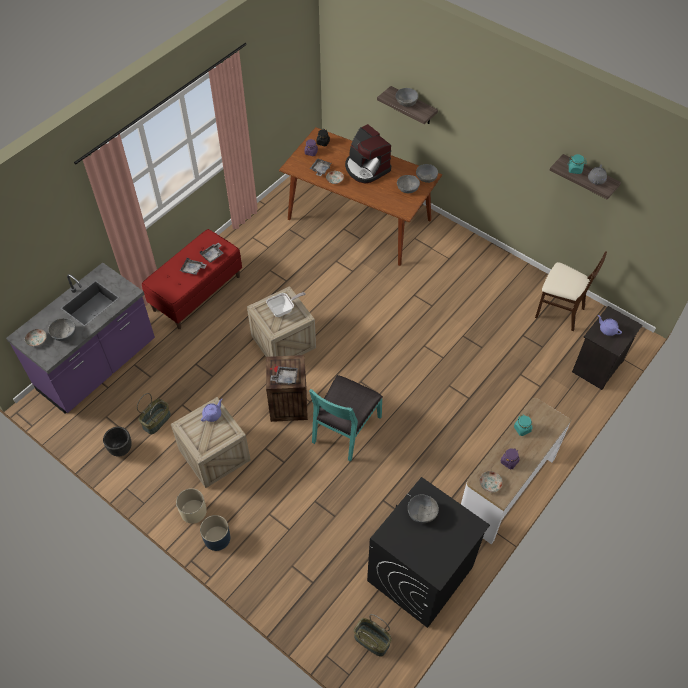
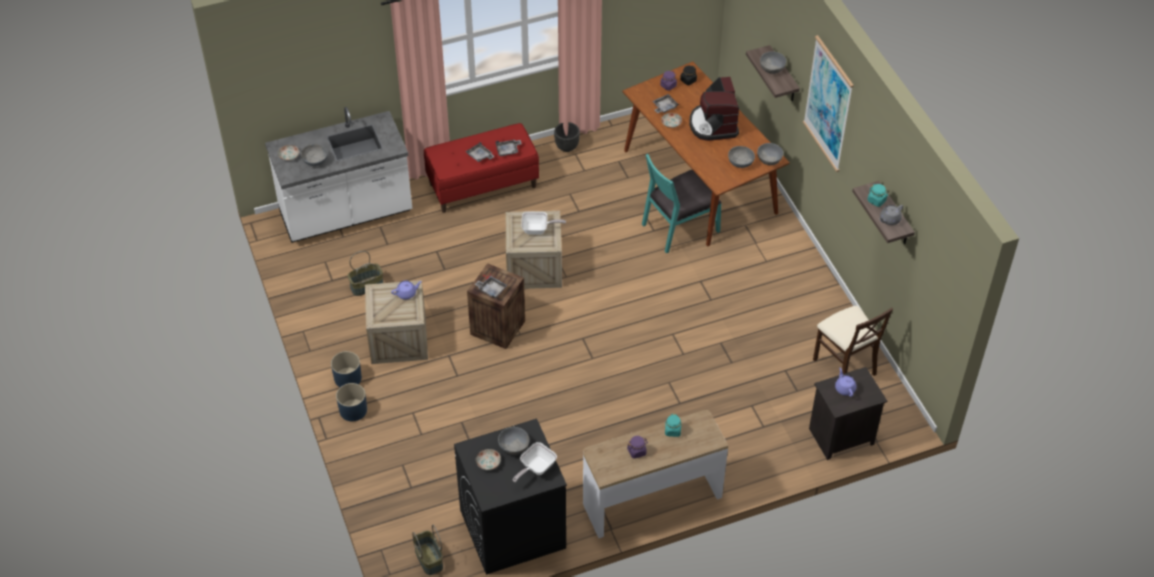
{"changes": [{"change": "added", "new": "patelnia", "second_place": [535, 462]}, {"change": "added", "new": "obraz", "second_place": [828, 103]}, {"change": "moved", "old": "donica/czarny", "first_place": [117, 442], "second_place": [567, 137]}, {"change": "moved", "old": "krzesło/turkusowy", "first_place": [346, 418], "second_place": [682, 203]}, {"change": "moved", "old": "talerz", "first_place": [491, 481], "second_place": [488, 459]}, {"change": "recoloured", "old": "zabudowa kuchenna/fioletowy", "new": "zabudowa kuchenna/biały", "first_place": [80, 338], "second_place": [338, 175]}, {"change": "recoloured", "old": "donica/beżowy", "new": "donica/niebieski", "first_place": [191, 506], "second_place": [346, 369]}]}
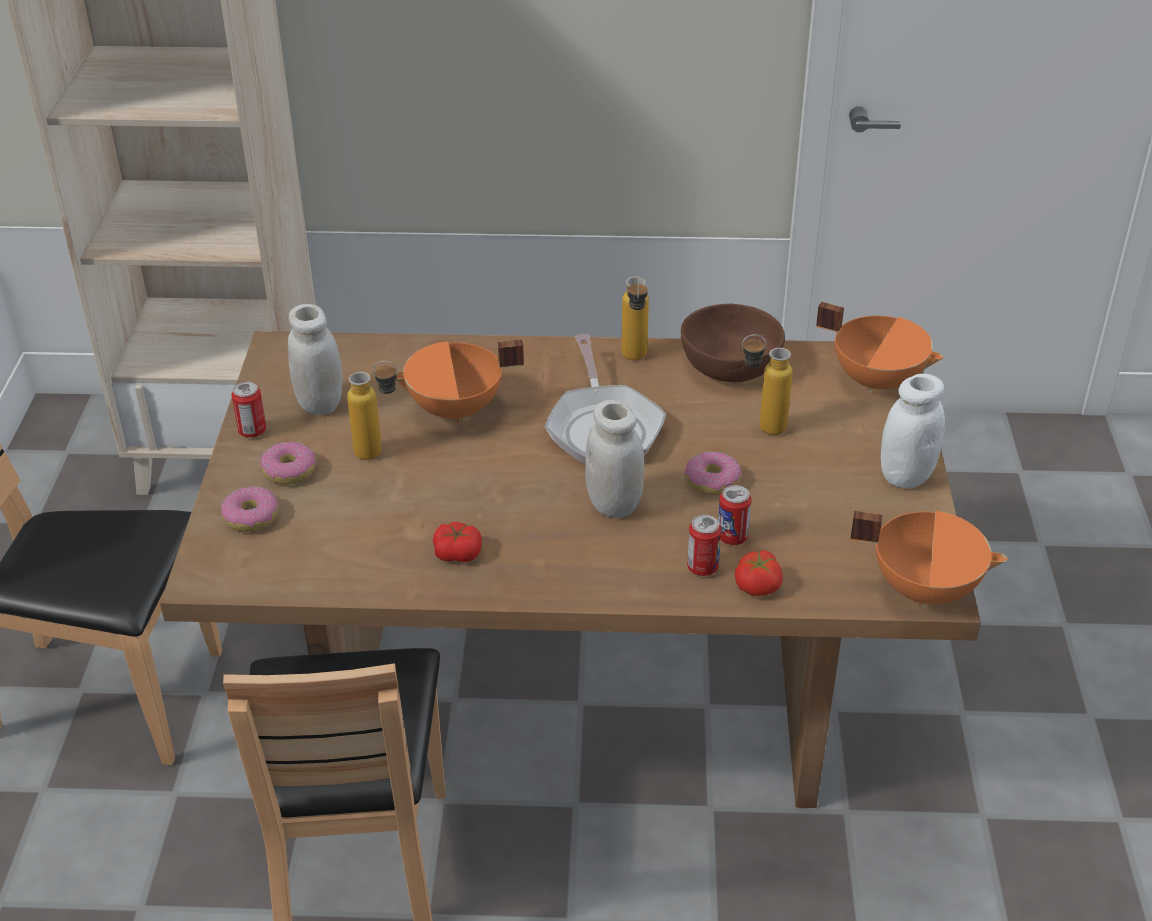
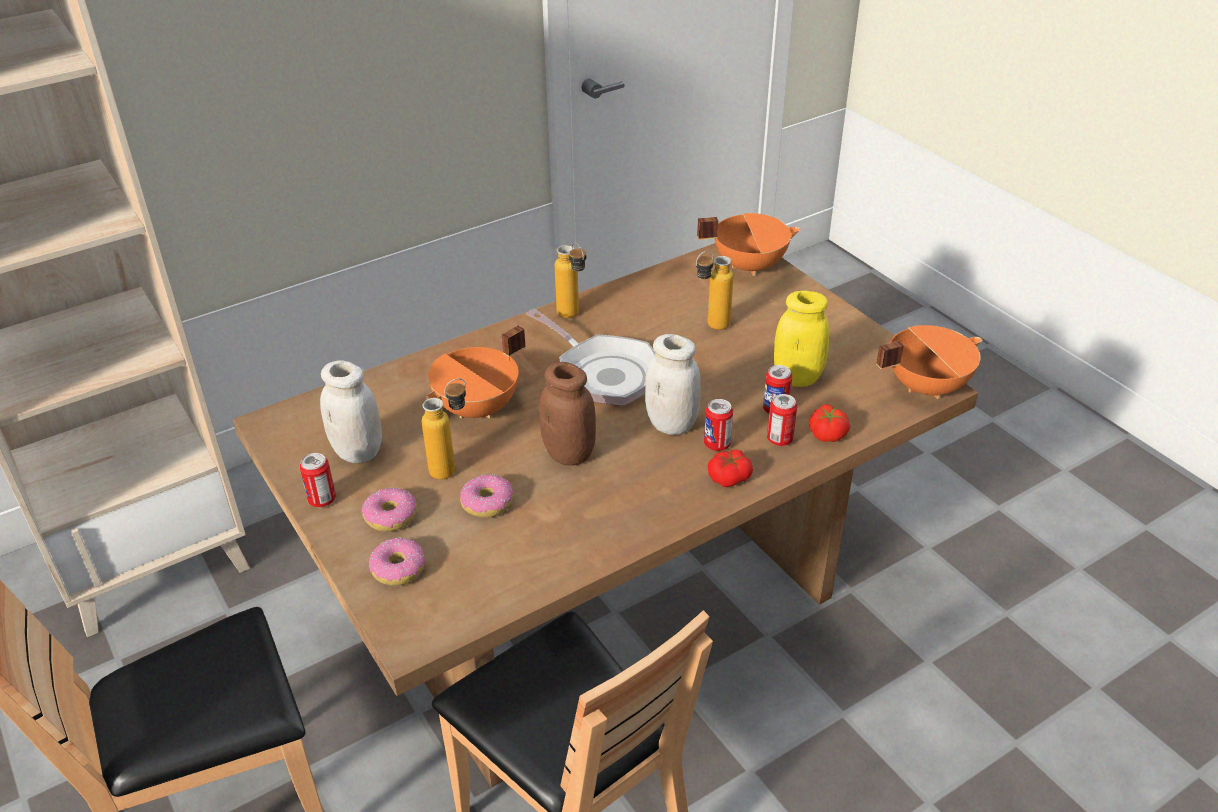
{"changes": [{"change": "removed", "old": "miska/brązowy", "first_place": [733, 343]}, {"change": "removed", "old": "słoik/biały", "first_place": [913, 431]}, {"change": "added", "new": "słoik/brązowy", "second_place": [567, 414]}, {"change": "added", "new": "puszka", "second_place": [718, 425]}, {"change": "added", "new": "słoik/żółty", "second_place": [801, 339]}, {"change": "moved", "old": "pomidor", "first_place": [457, 542], "second_place": [730, 468]}, {"change": "moved", "old": "donut", "first_place": [713, 473], "second_place": [486, 496]}]}
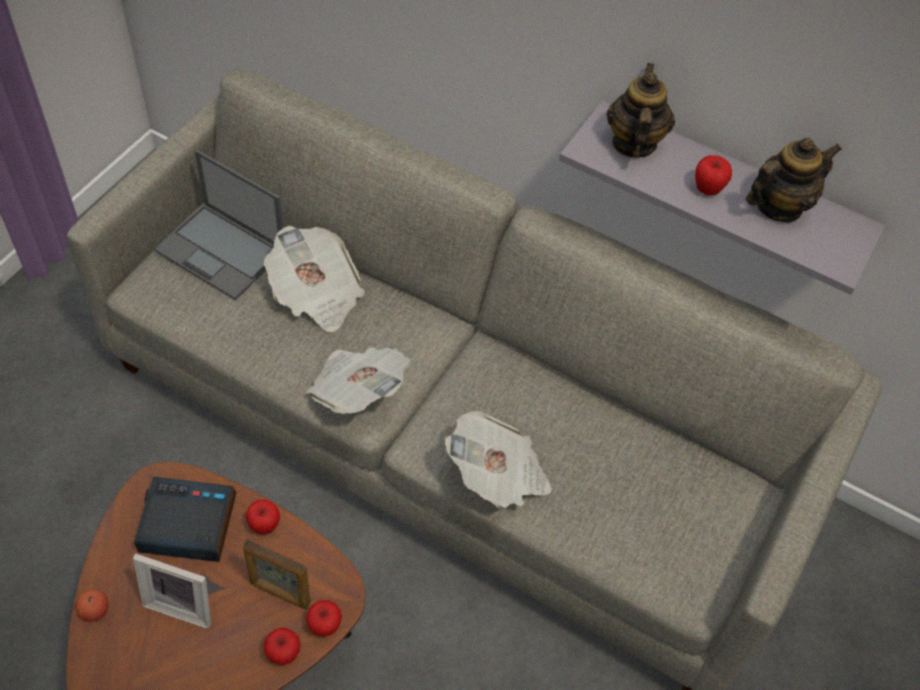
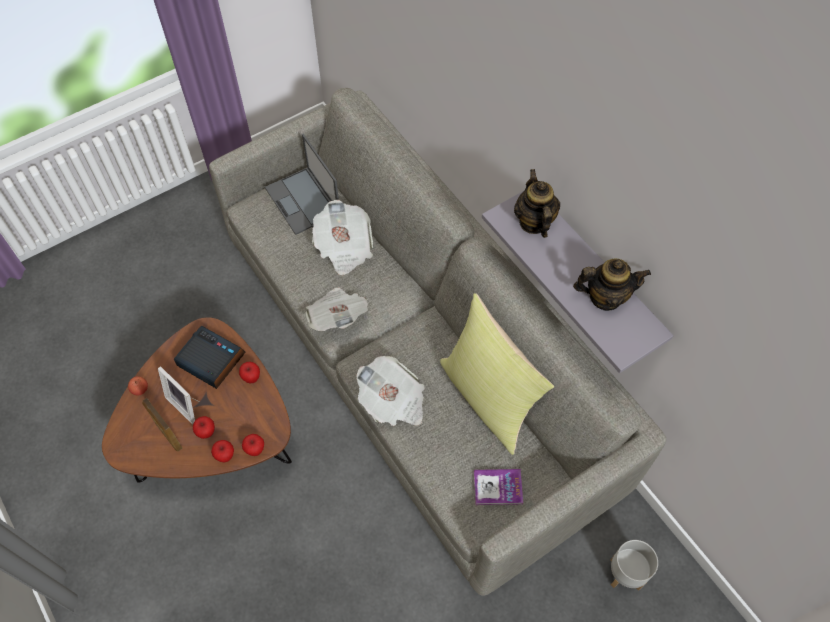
{"changes": [{"change": "added", "new": "poduszka/żółty", "second_place": [497, 374]}, {"change": "added", "new": "książka", "second_place": [498, 487]}, {"change": "added", "new": "donica/szary", "second_place": [634, 565]}, {"change": "moved", "old": "ramka na zdjęcie", "first_place": [277, 574], "second_place": [162, 424]}, {"change": "moved", "old": "jabłko", "first_place": [713, 175], "second_place": [204, 427]}, {"change": "turned", "old": "imbryk", "first_place": [641, 110], "second_place": [537, 203], "degrees": -45}]}
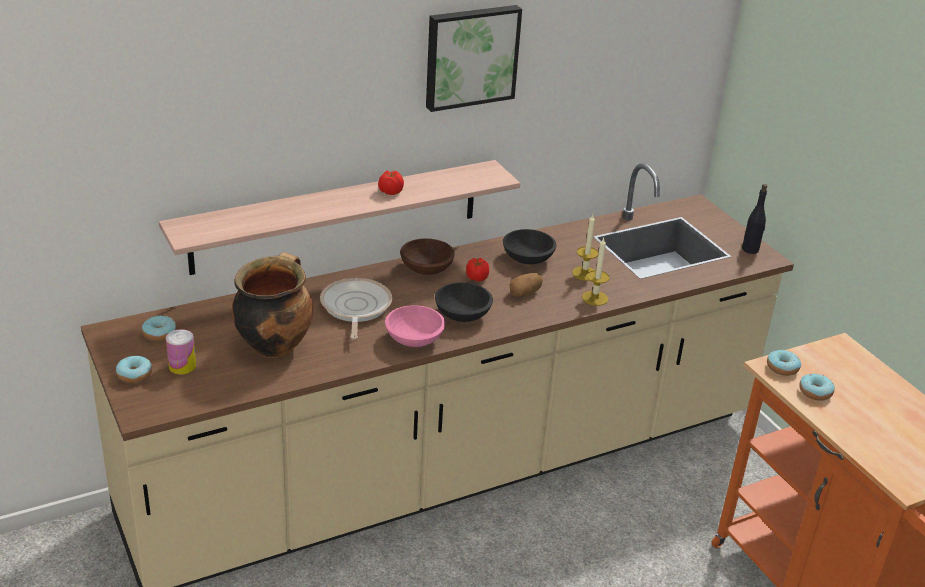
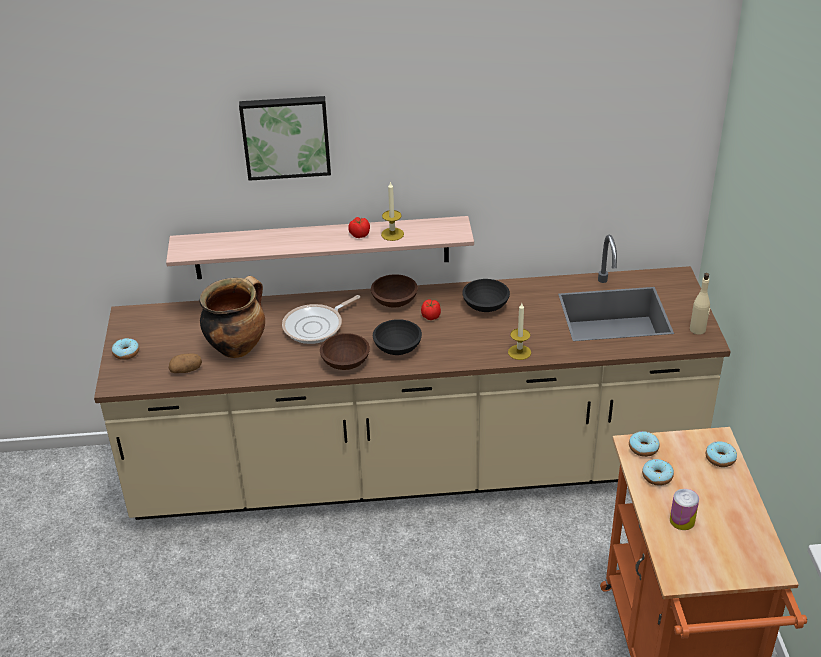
{"changes": [{"change": "moved", "old": "donut", "first_place": [159, 328], "second_place": [721, 454]}, {"change": "moved", "old": "puszka", "first_place": [181, 352], "second_place": [684, 509]}, {"change": "moved", "old": "obraz", "first_place": [474, 58], "second_place": [285, 138]}, {"change": "moved", "old": "ziemniak", "first_place": [526, 285], "second_place": [185, 363]}, {"change": "moved", "old": "świeca", "first_place": [585, 248], "second_place": [392, 211]}, {"change": "recoloured", "old": "miska/różowy", "new": "miska/brązowy", "first_place": [415, 326], "second_place": [345, 351]}, {"change": "recoloured", "old": "butelka/czarny", "new": "butelka/beżowy", "first_place": [754, 219], "second_place": [700, 304]}, {"change": "turned", "old": "patelnia", "first_place": [356, 309], "second_place": [321, 319], "degrees": -150}]}
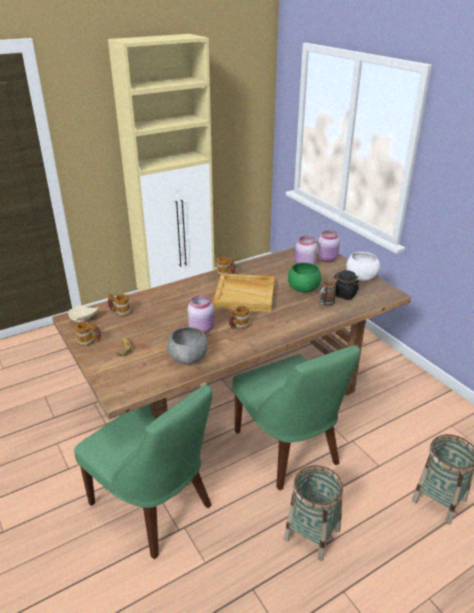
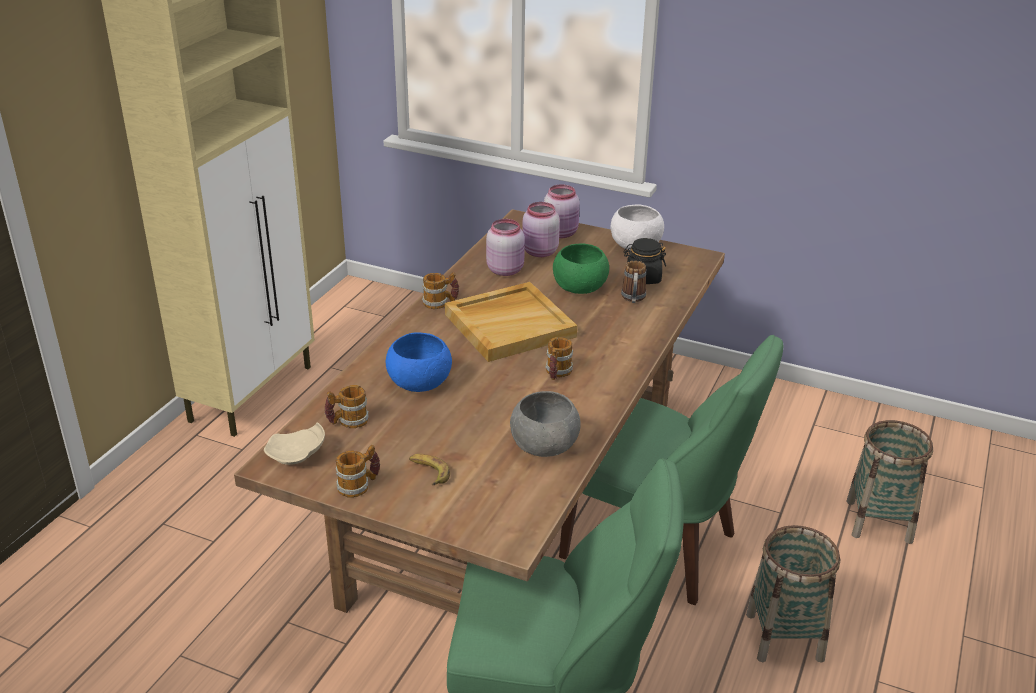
{"changes": [{"change": "added", "new": "miska/niebieski", "second_place": [419, 362]}, {"change": "moved", "old": "słoik/różowy", "first_place": [200, 314], "second_place": [505, 247]}]}
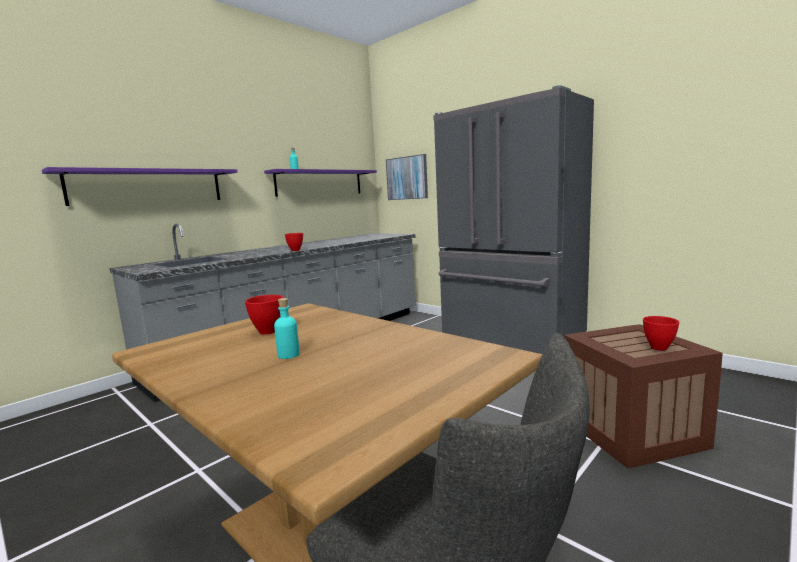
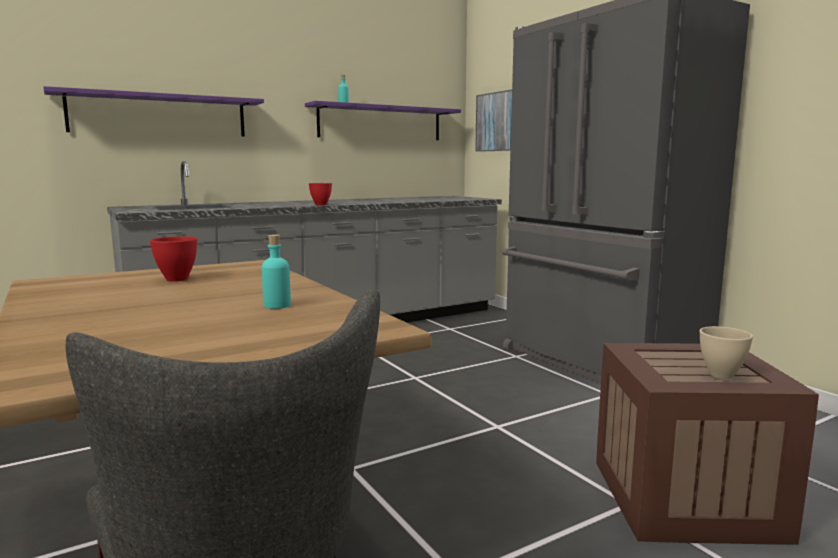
{"changes": [{"change": "moved", "old": "butelka/turkusowy", "first_place": [287, 328], "second_place": [276, 271]}, {"change": "recoloured", "old": "miska/czerwony", "new": "miska/beżowy", "first_place": [661, 333], "second_place": [726, 352]}]}
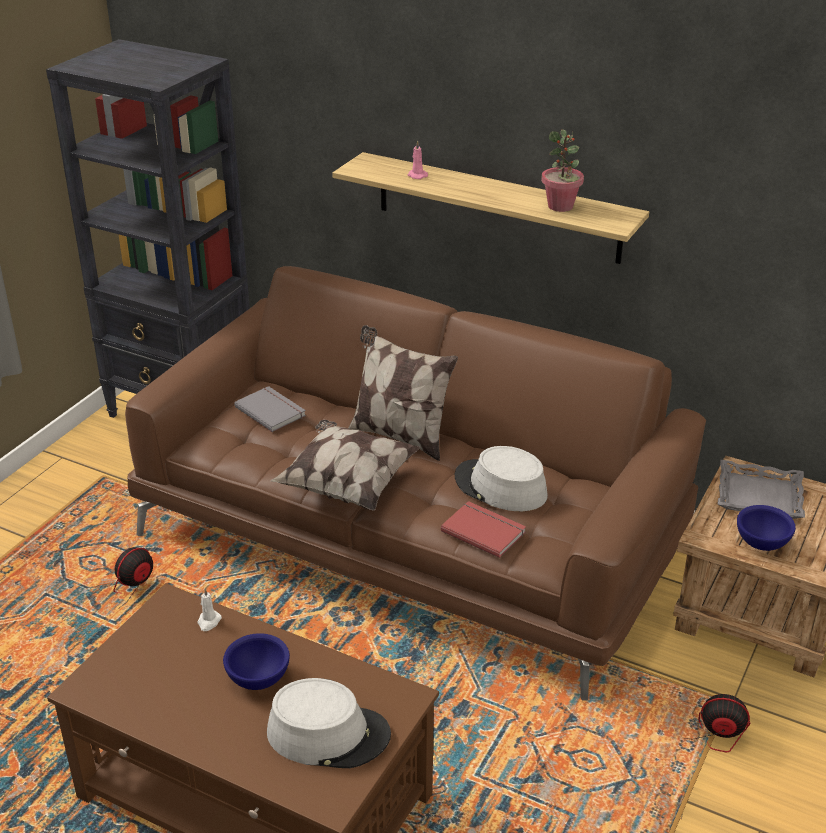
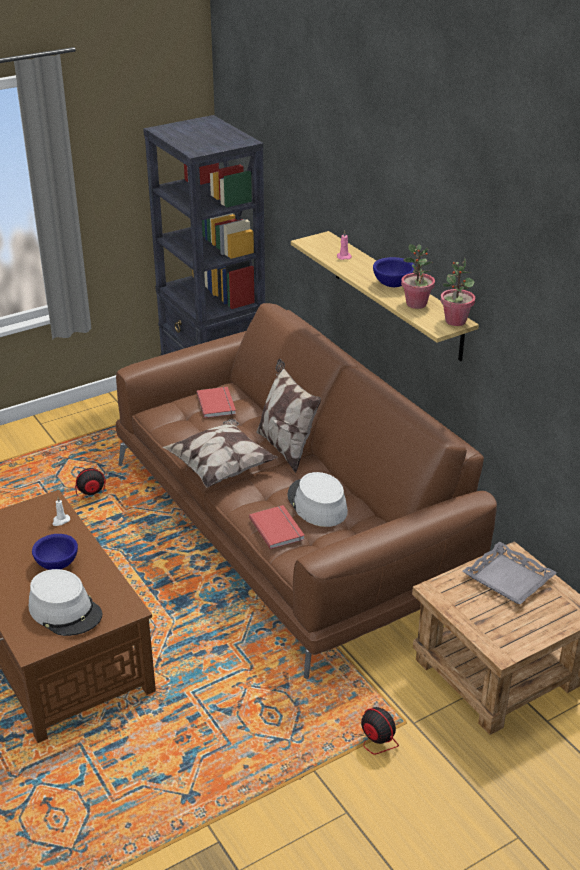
{"changes": [{"change": "added", "new": "roślina doniczkowa", "second_place": [457, 292]}, {"change": "moved", "old": "miska/niebieski", "first_place": [766, 528], "second_place": [393, 272]}, {"change": "recoloured", "old": "książka/szary", "new": "książka/czerwony", "first_place": [270, 409], "second_place": [216, 402]}]}
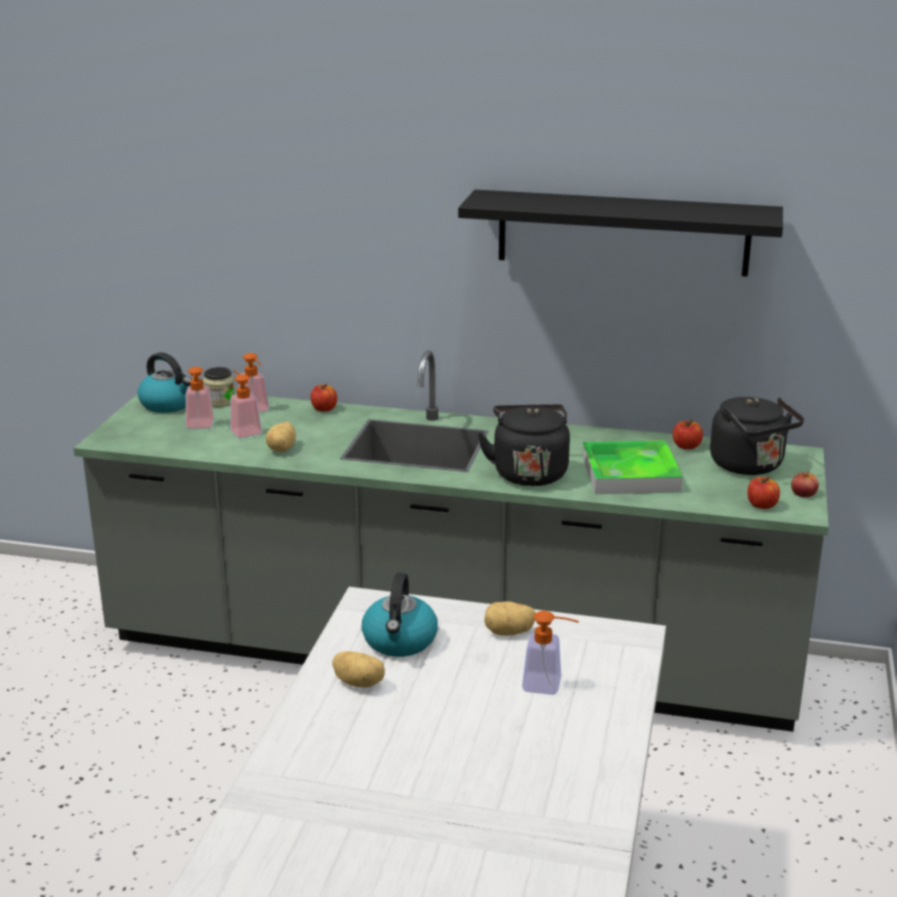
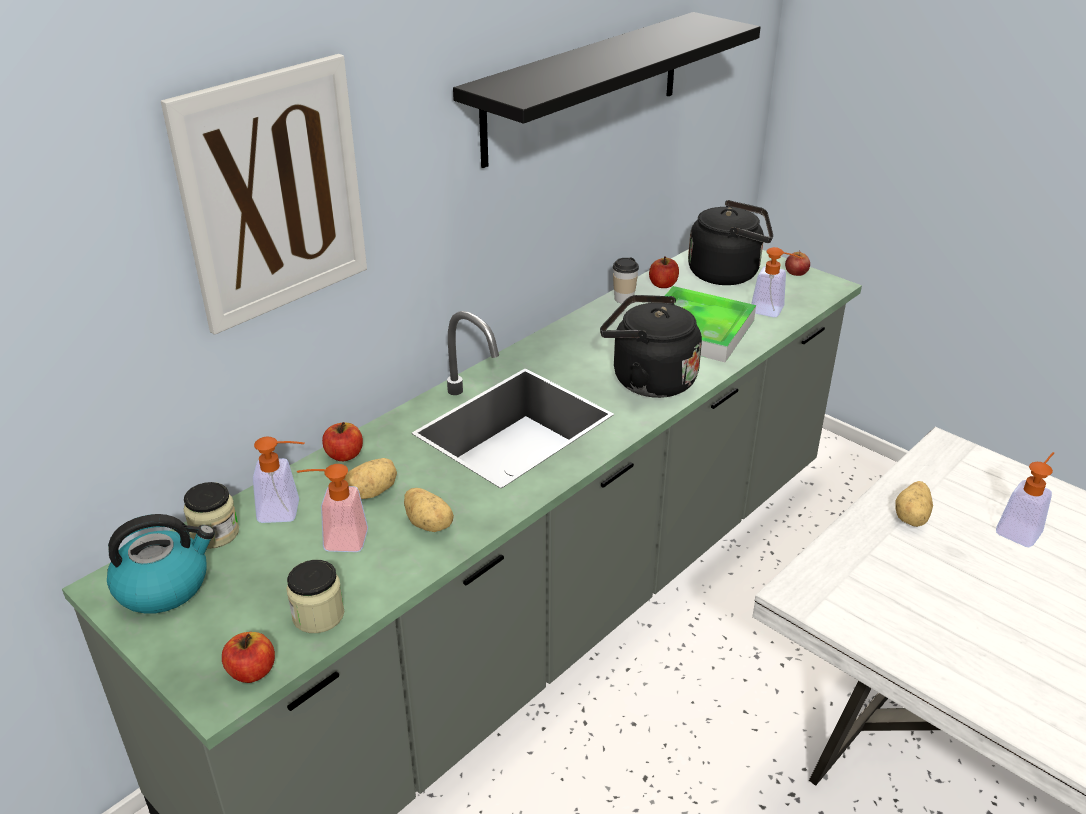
{"changes": [{"change": "removed", "old": "czajnik", "first_place": [400, 614]}, {"change": "added", "new": "obraz", "second_place": [264, 194]}, {"change": "added", "new": "słoik", "second_place": [315, 596]}, {"change": "added", "new": "filiżanka", "second_place": [626, 281]}, {"change": "moved", "old": "dozownik mydła", "first_place": [200, 398], "second_place": [777, 282]}, {"change": "moved", "old": "ziemniak", "first_place": [358, 669], "second_place": [370, 478]}, {"change": "moved", "old": "jabłko", "first_place": [763, 493], "second_place": [248, 657]}]}
